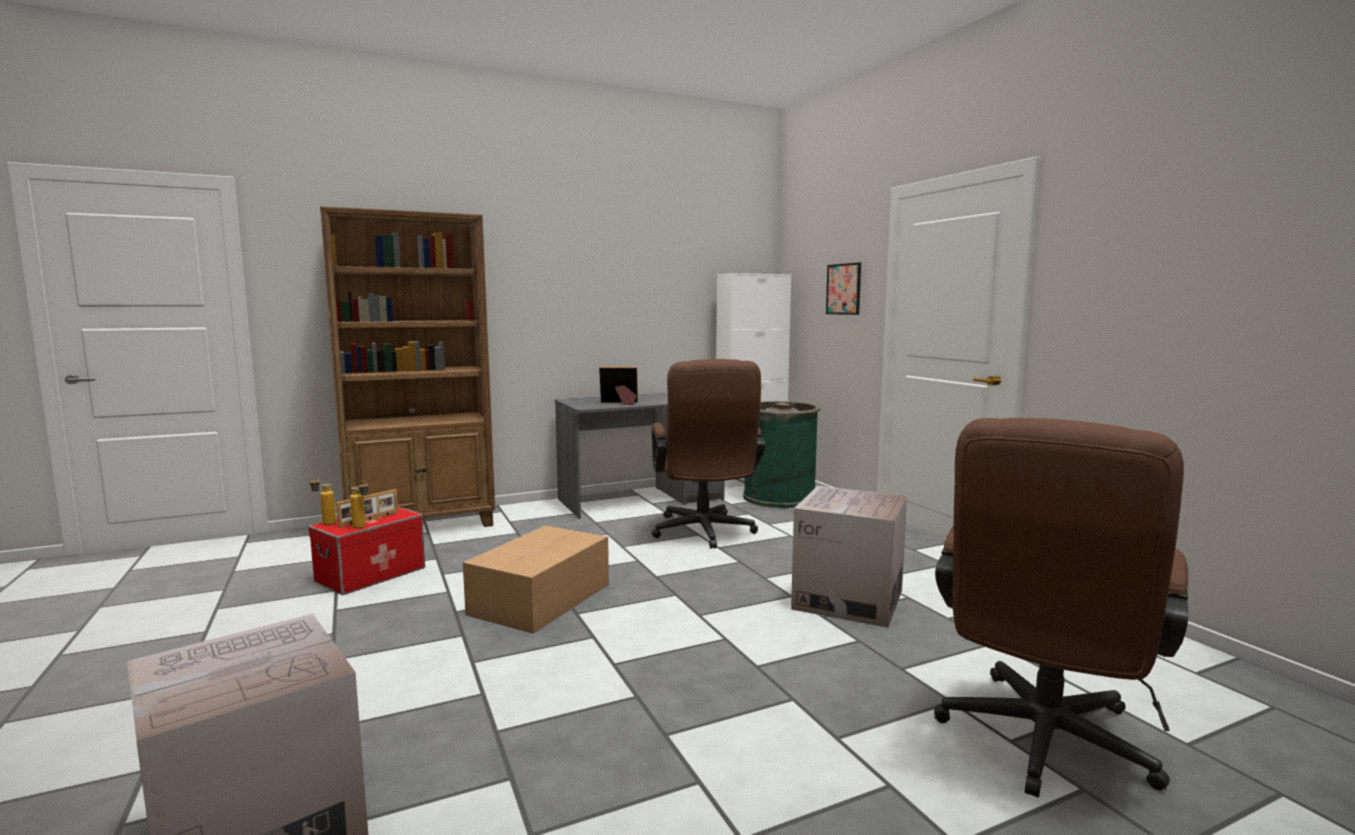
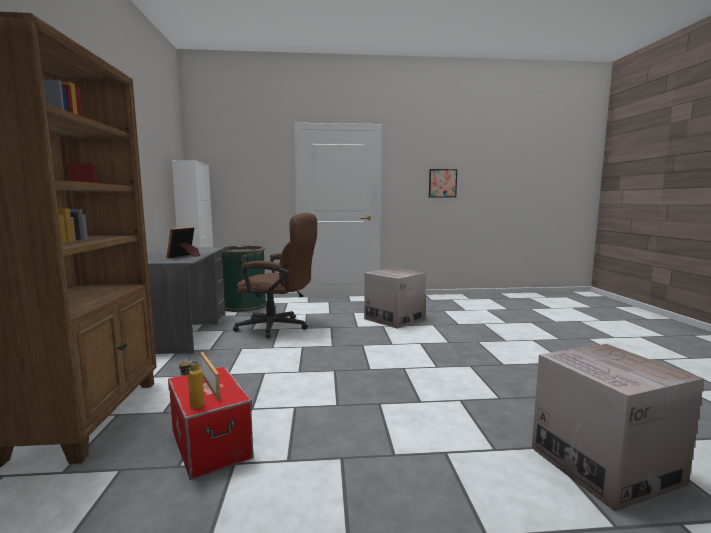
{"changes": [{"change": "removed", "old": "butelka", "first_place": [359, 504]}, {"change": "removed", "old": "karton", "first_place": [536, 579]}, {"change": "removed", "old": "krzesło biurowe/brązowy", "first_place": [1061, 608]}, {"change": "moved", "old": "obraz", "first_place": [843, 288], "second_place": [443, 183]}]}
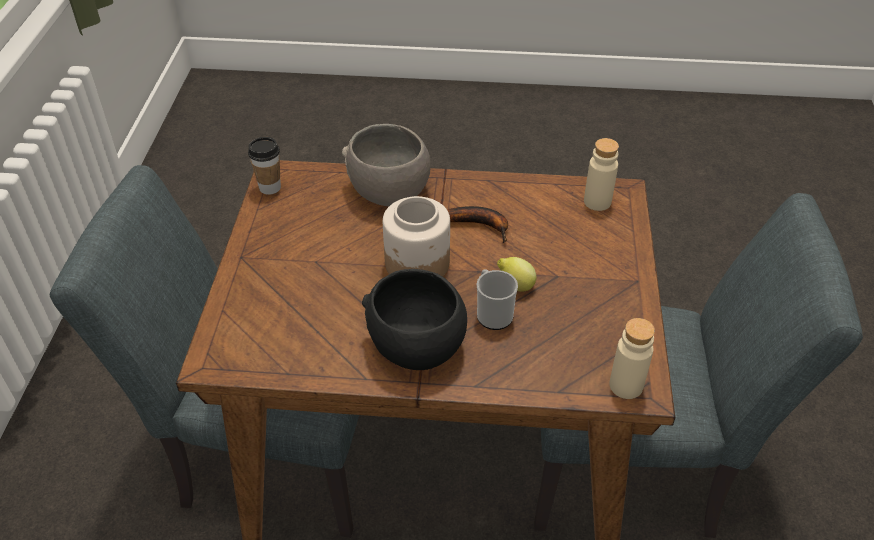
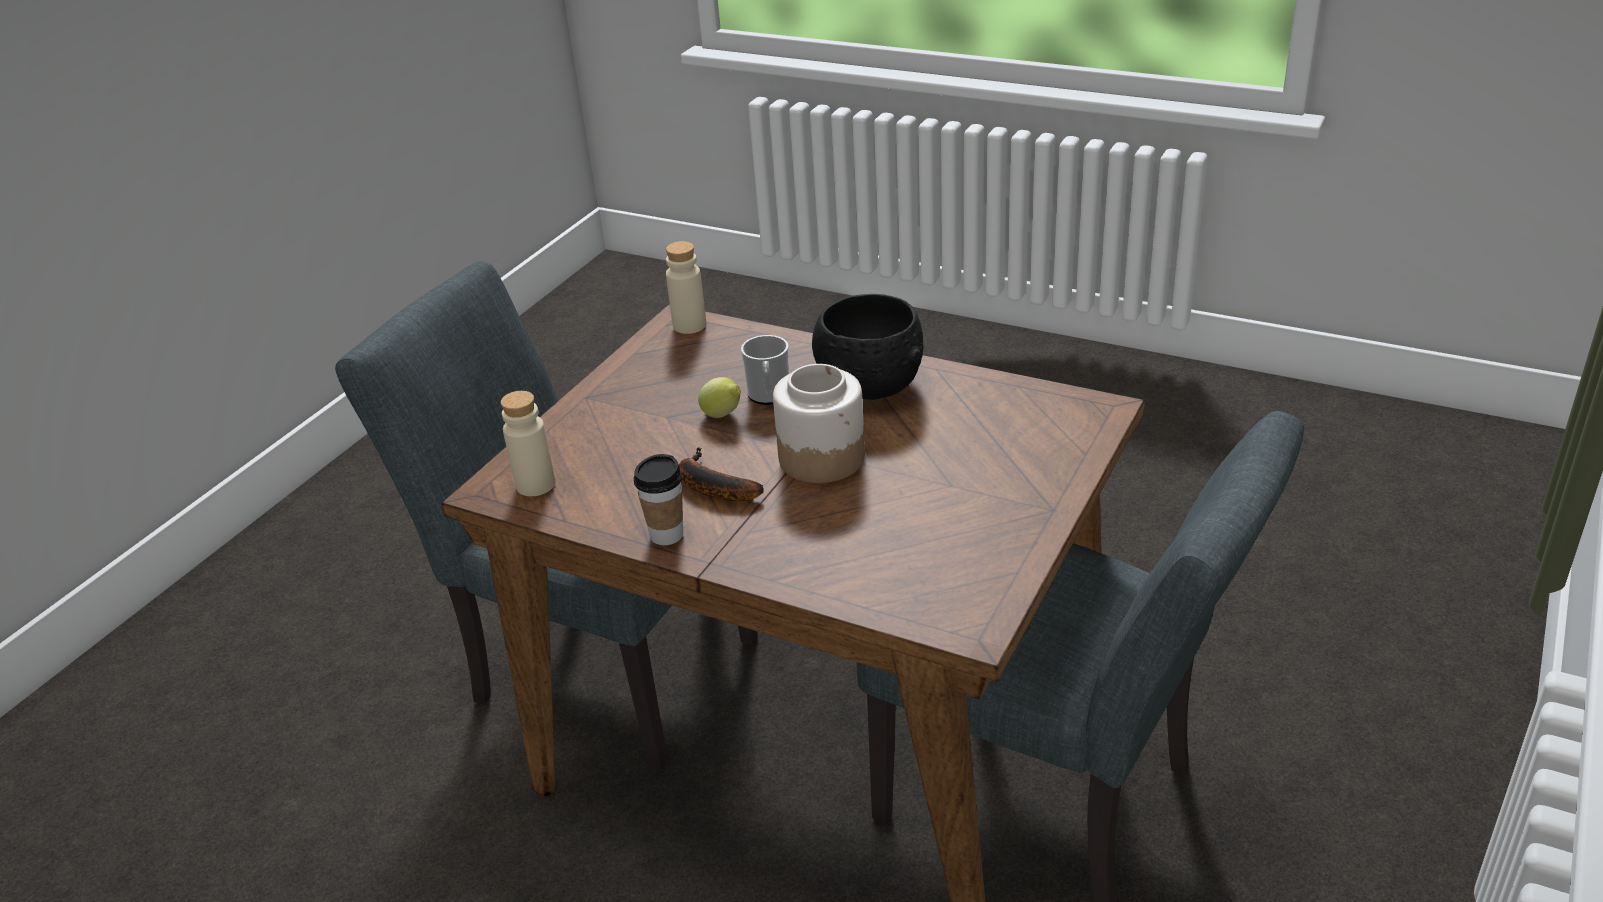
{"changes": [{"change": "removed", "old": "miska/szary", "first_place": [386, 165]}, {"change": "moved", "old": "filiżanka", "first_place": [264, 166], "second_place": [658, 499]}]}
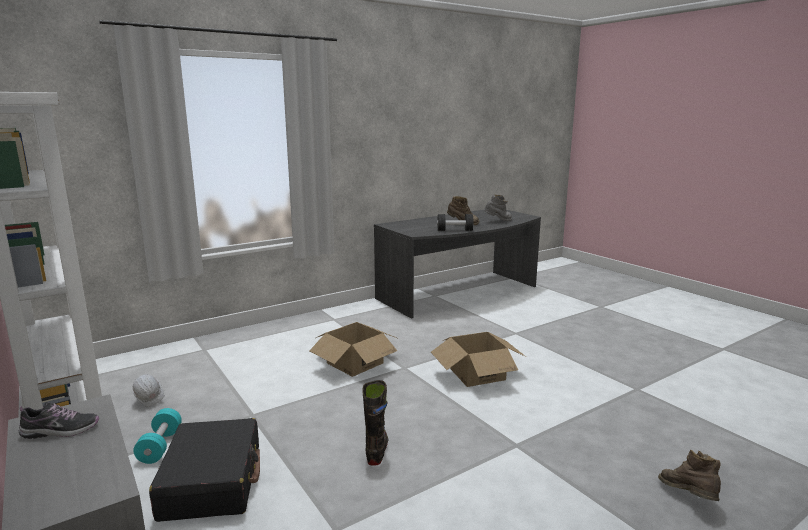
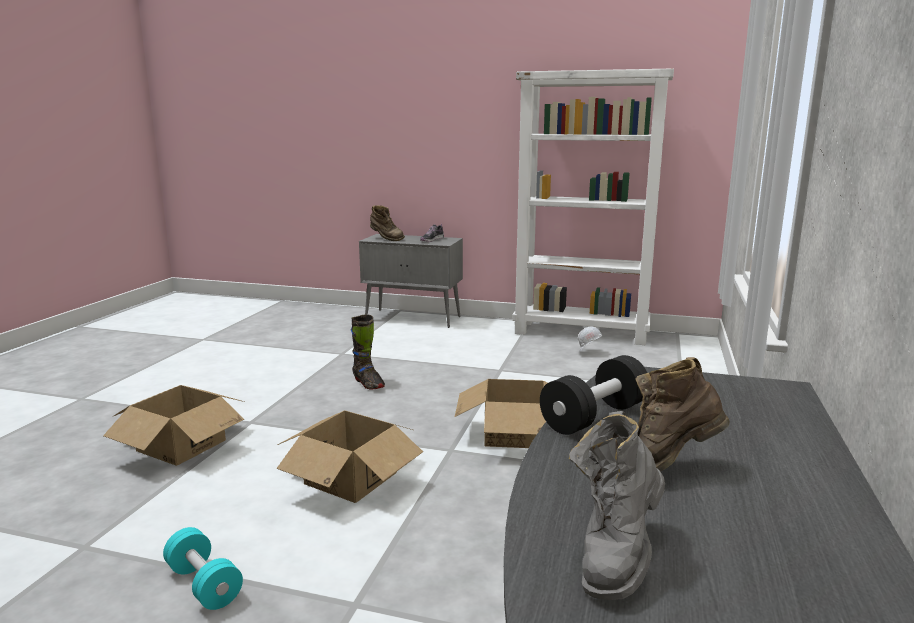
{"changes": [{"change": "removed", "old": "walizka/czarny", "first_place": [204, 470]}, {"change": "added", "new": "karton", "second_place": [174, 425]}, {"change": "moved", "old": "hantel/turkusowy", "first_place": [157, 436], "second_place": [203, 568]}, {"change": "moved", "old": "but z cholewką/brązowy", "first_place": [689, 475], "second_place": [387, 223]}]}
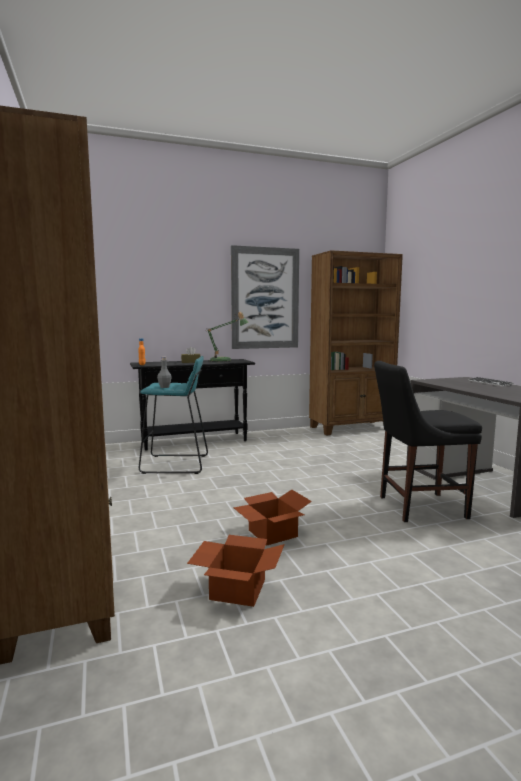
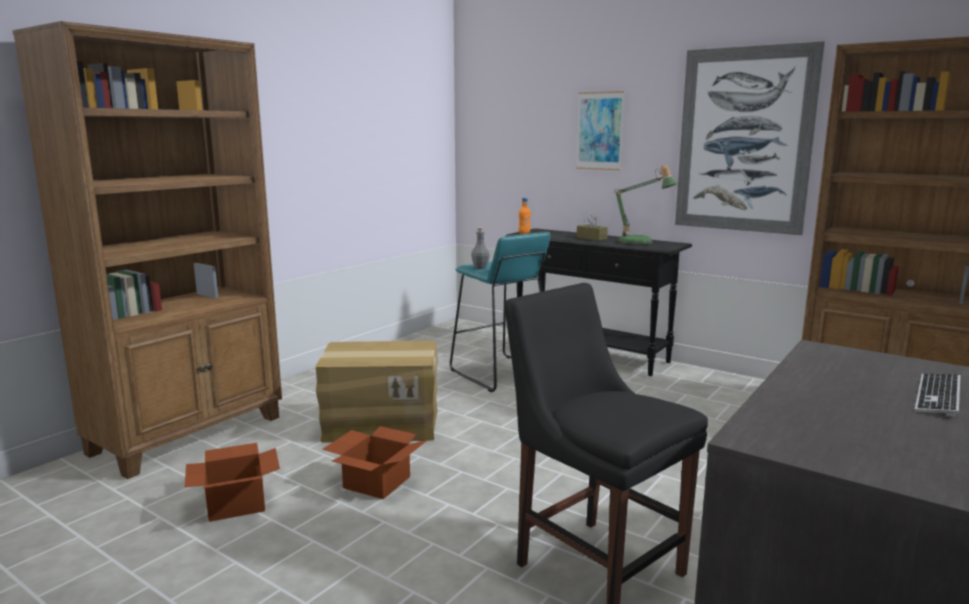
{"changes": [{"change": "added", "new": "karton", "second_place": [377, 392]}, {"change": "added", "new": "obraz", "second_place": [600, 130]}]}
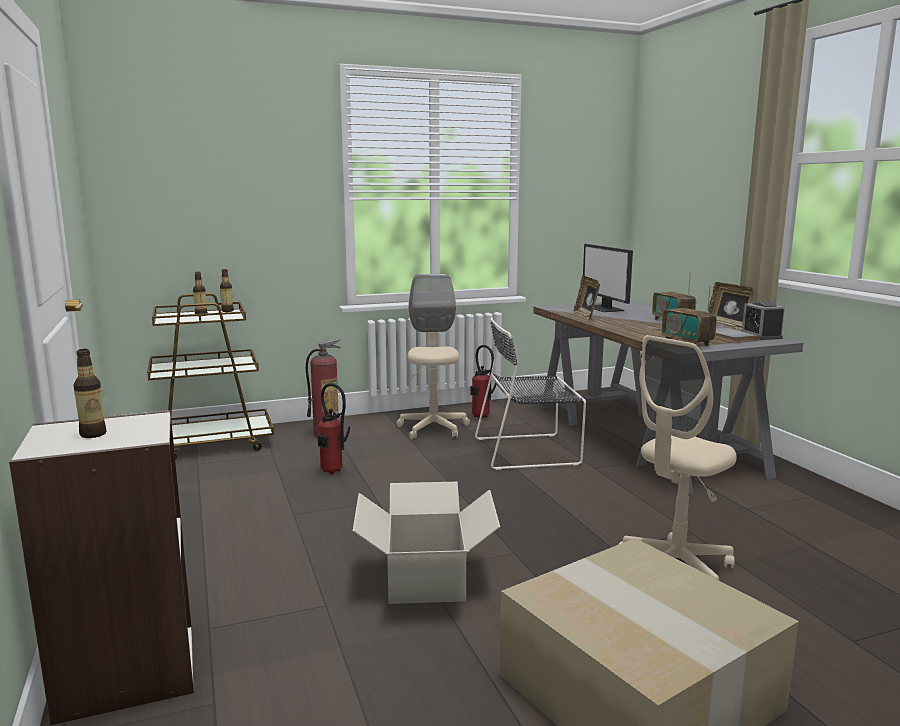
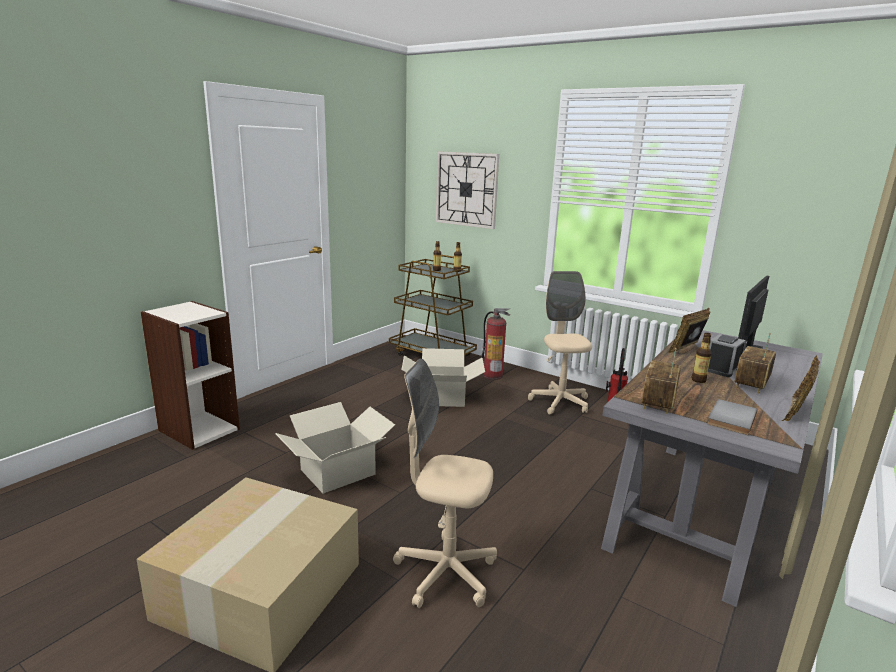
{"changes": [{"change": "removed", "old": "krzesło/czarny", "first_place": [530, 393]}, {"change": "added", "new": "zegar ścienny", "second_place": [467, 190]}, {"change": "moved", "old": "butelka", "first_place": [89, 393], "second_place": [702, 358]}, {"change": "moved", "old": "budzik", "first_place": [763, 320], "second_place": [727, 355]}, {"change": "replaced", "old": "gaśnica", "new": "karton", "first_place": [334, 428], "second_place": [443, 377]}, {"change": "turned", "old": "krzesło biurowe/beżowy", "first_place": [433, 356], "second_place": [560, 343], "degrees": -60}]}
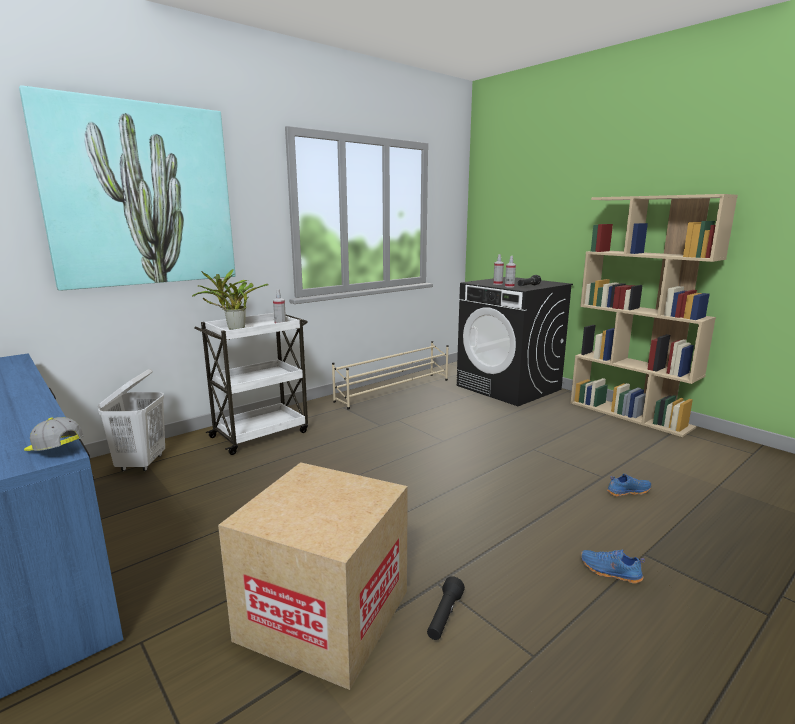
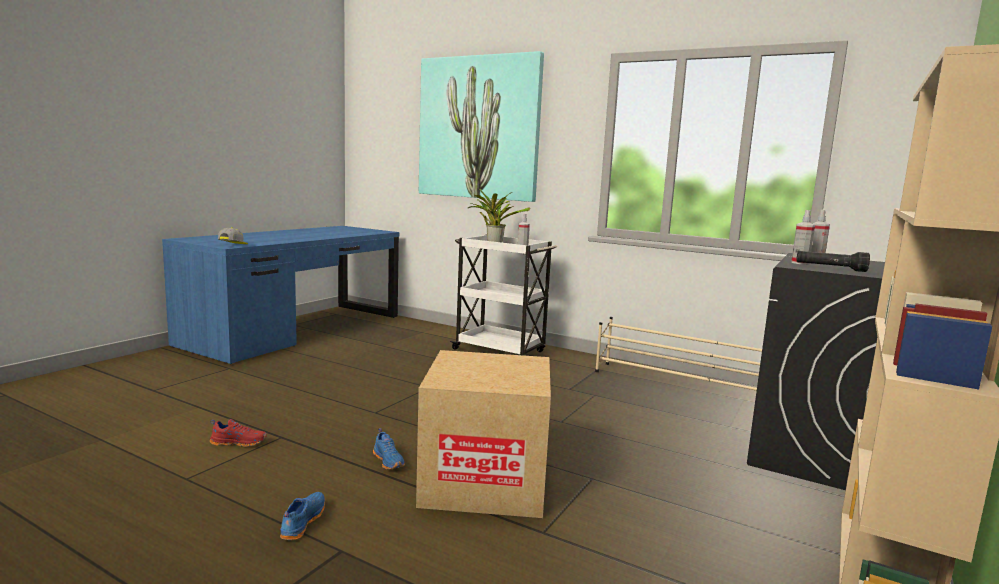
{"changes": [{"change": "removed", "old": "kosz na pranie/biały", "first_place": [131, 420]}, {"change": "moved", "old": "karton", "first_place": [313, 576], "second_place": [483, 434]}, {"change": "moved", "old": "but/niebieski", "first_place": [629, 485], "second_place": [389, 449]}, {"change": "replaced", "old": "latarka/czarny", "new": "but/czerwony", "first_place": [446, 608], "second_place": [238, 433]}]}
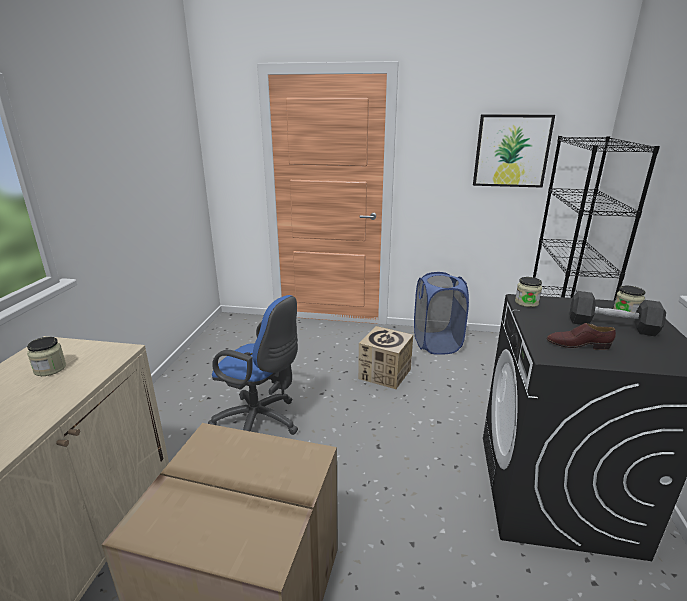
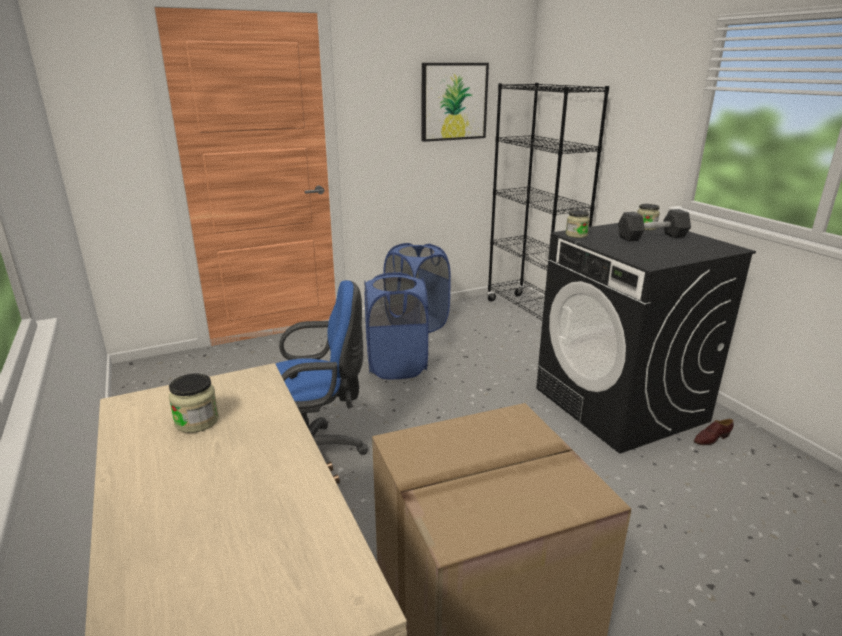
{"changes": [{"change": "moved", "old": "but/brązowy", "first_place": [581, 336], "second_place": [713, 432]}, {"change": "replaced", "old": "karton", "new": "kosz na pranie/niebieski", "first_place": [385, 357], "second_place": [396, 325]}]}
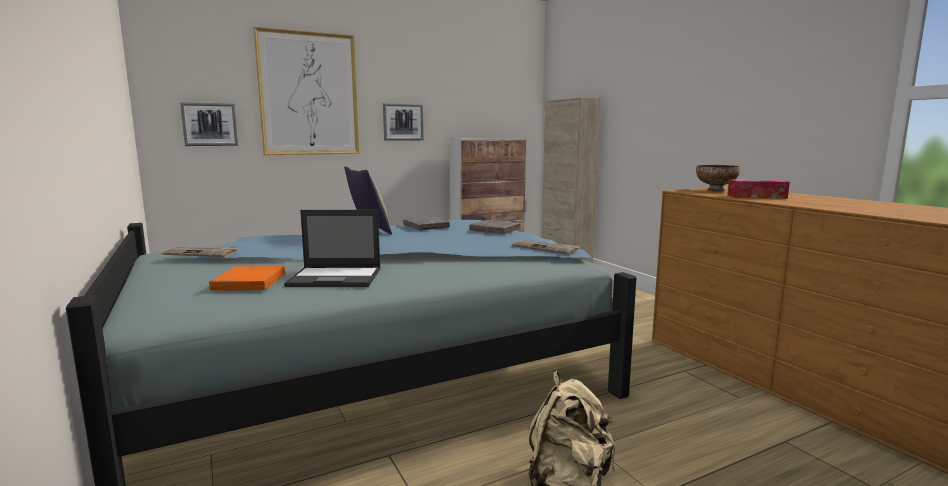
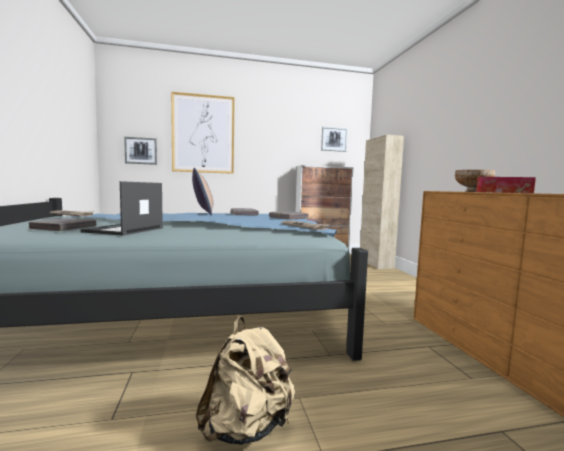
{"changes": [{"change": "moved", "old": "obraz", "first_place": [403, 122], "second_place": [334, 139]}, {"change": "recoloured", "old": "książka/pomarańczowy", "new": "książka/szary", "first_place": [247, 278], "second_place": [62, 224]}, {"change": "turned", "old": "laptop", "first_place": [332, 248], "second_place": [121, 208], "degrees": 90}]}
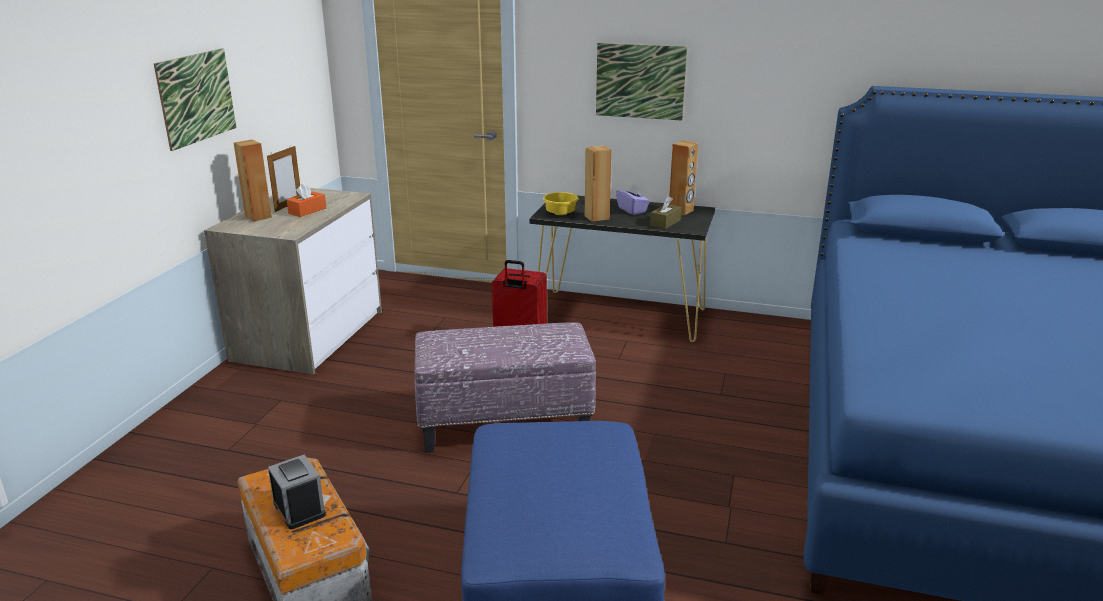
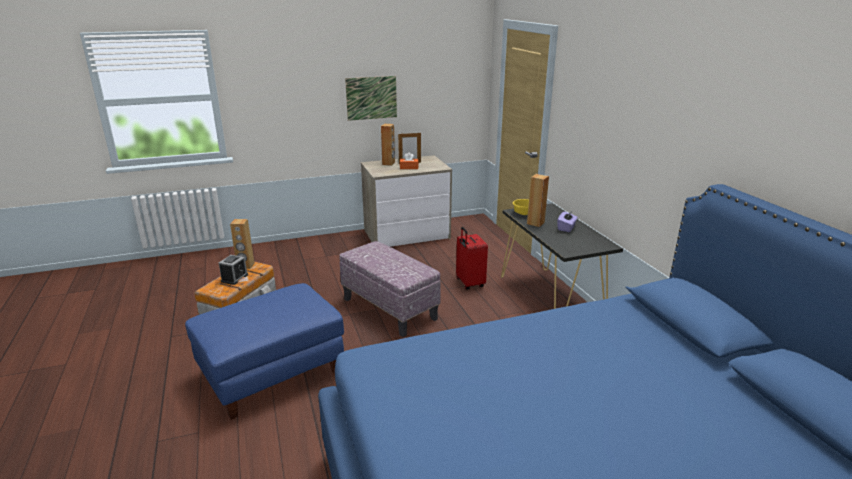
{"changes": [{"change": "removed", "old": "obraz", "first_place": [641, 82]}, {"change": "removed", "old": "pudełko chusteczek/brązowy", "first_place": [665, 212]}, {"change": "moved", "old": "głośnik/brązowy", "first_place": [683, 178], "second_place": [242, 244]}]}
